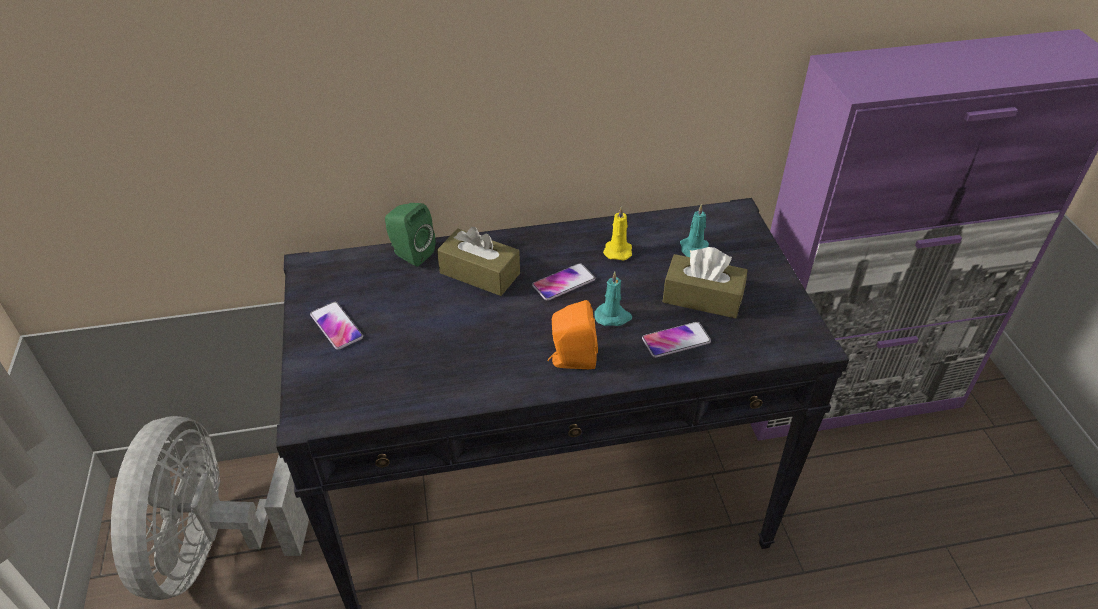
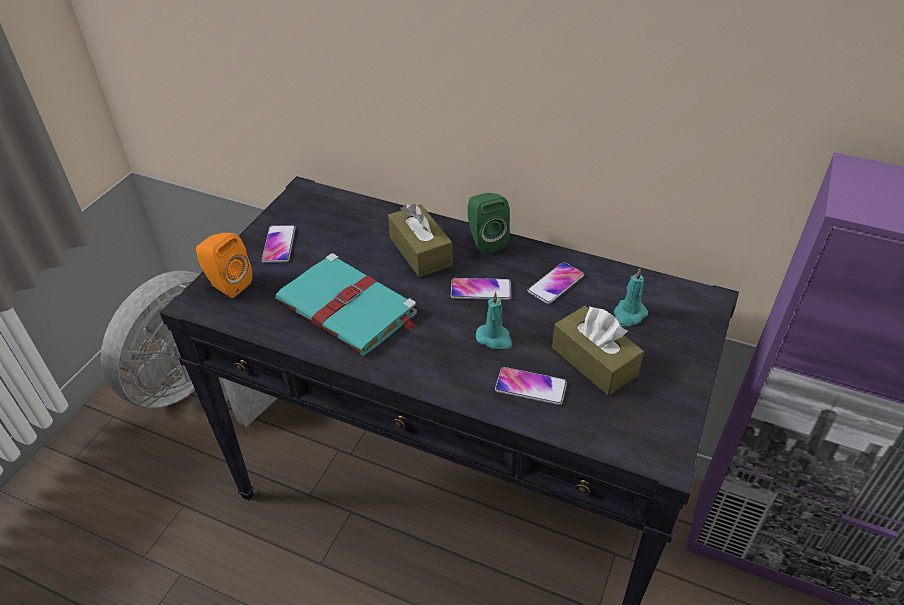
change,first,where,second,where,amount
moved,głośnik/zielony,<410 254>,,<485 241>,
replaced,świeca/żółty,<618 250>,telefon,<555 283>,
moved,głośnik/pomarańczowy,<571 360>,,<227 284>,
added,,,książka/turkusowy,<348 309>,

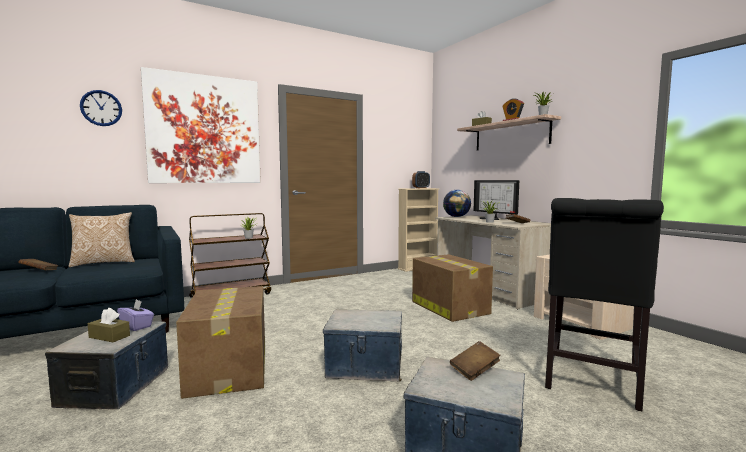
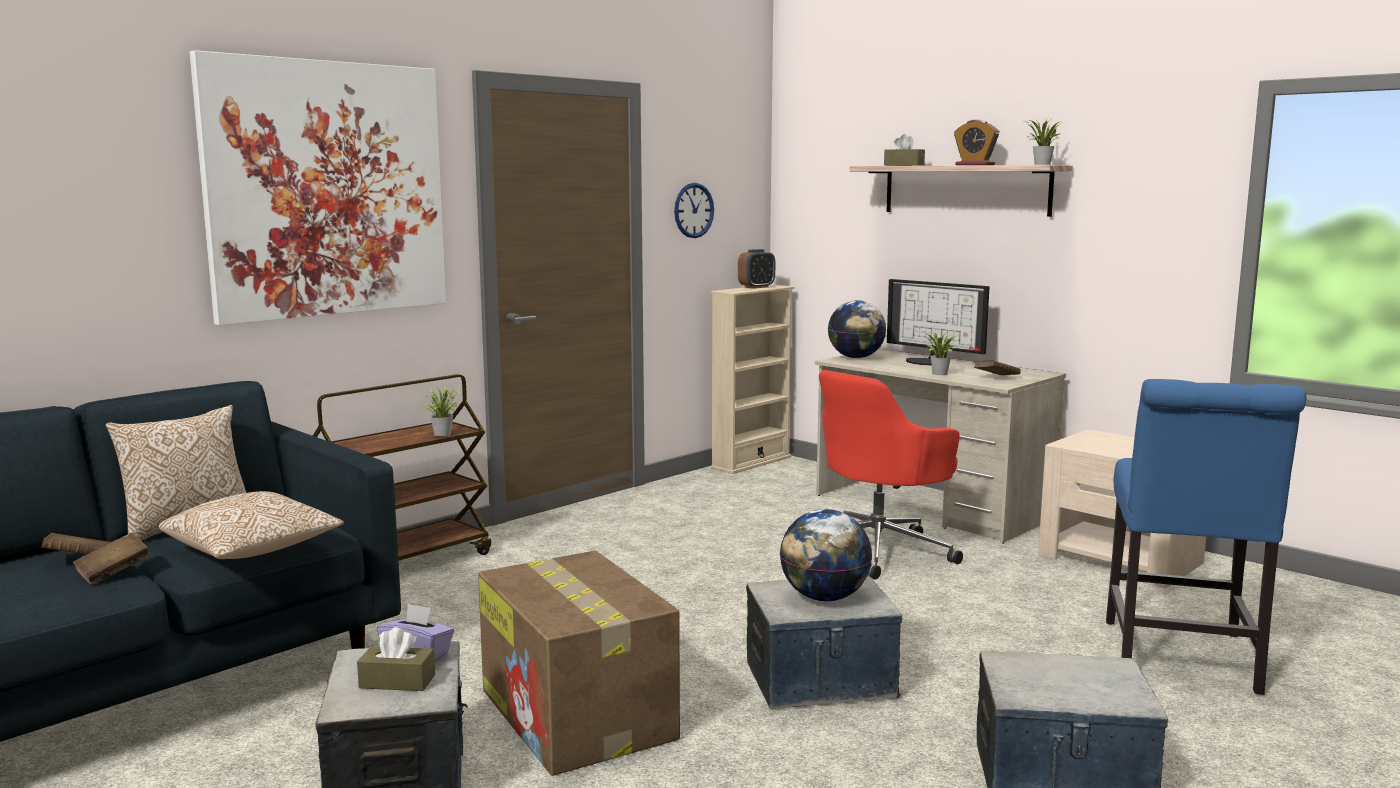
change,first,where,second,where,amount
moved,zegar ścienny,<101 108>,,<693 210>,
recoloured,krzesło/czarny,<591 381>,krzesło/niebieski,<1180 660>,
replaced,karton,<449 307>,krzesło biurowe/czerwony,<879 550>,
moved,książka/brązowy,<474 371>,,<113 574>,
added,,,poduszka,<252 550>,
added,,,globus,<824 598>,

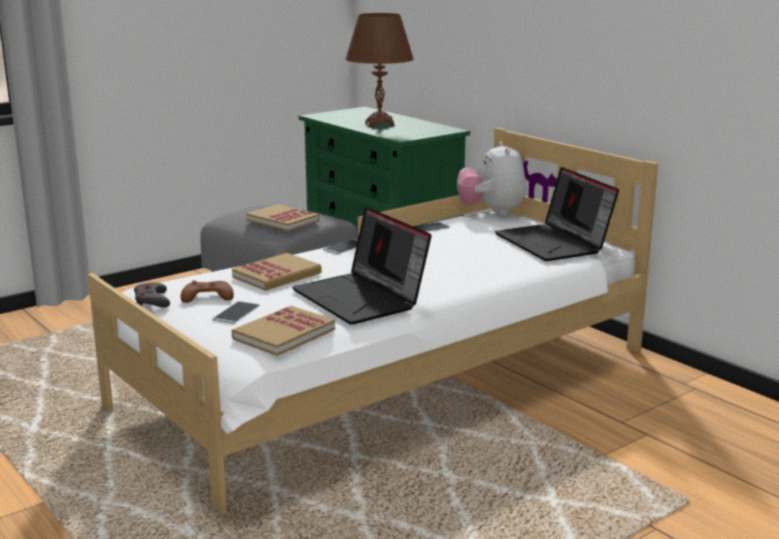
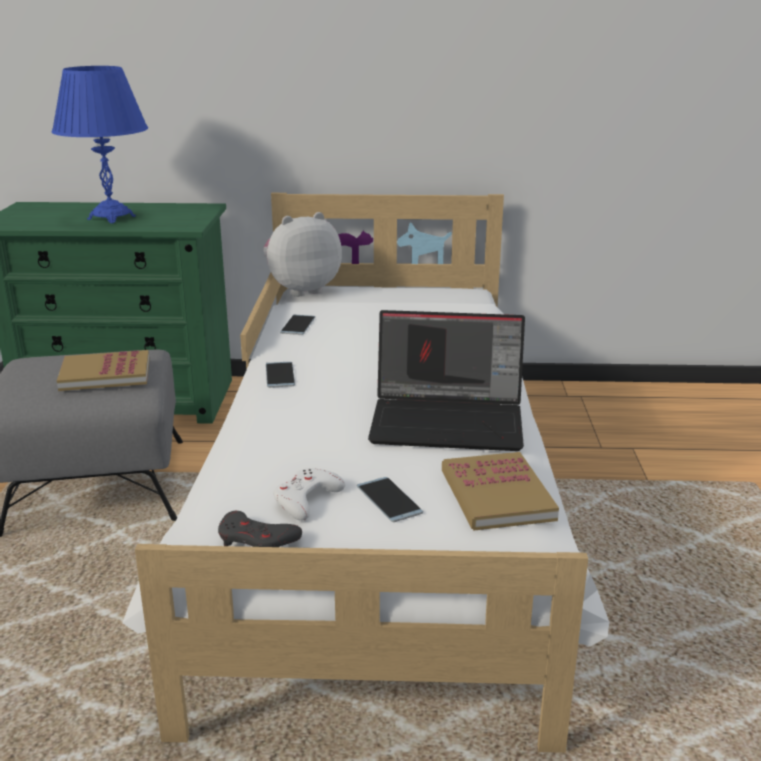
change,first,where,second,where,amount
recoloured,lampa stołowa/brązowy,<380 124>,lampa stołowa/niebieski,<111 218>,
turned,pluszak,<491 212>,,<301 290>,120 degrees clockwise
removed,laptop,<554 243>,,,
removed,książka,<277 275>,,,
recoloured,pad do gier/brązowy,<207 297>,pad do gier/biały,<306 499>,

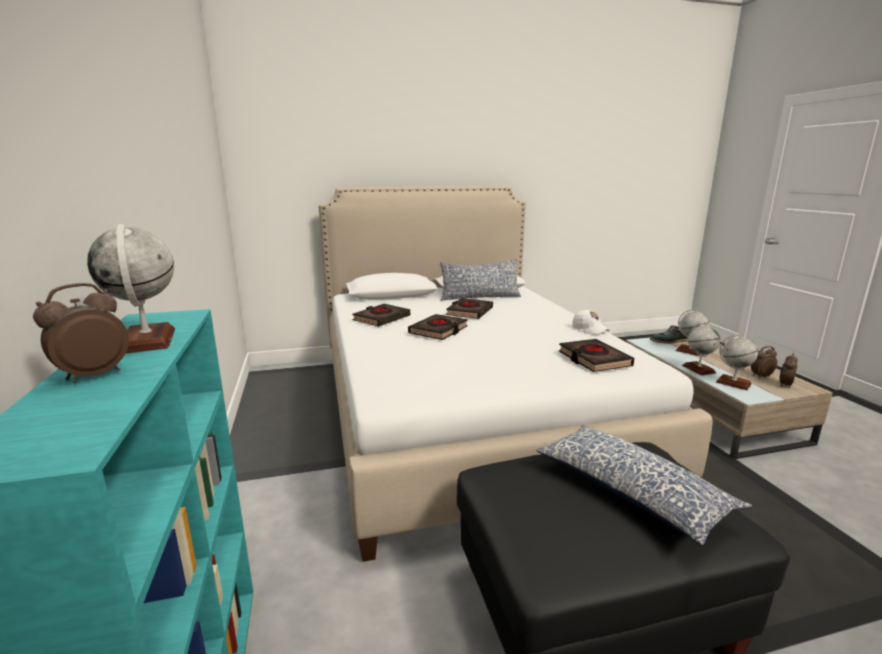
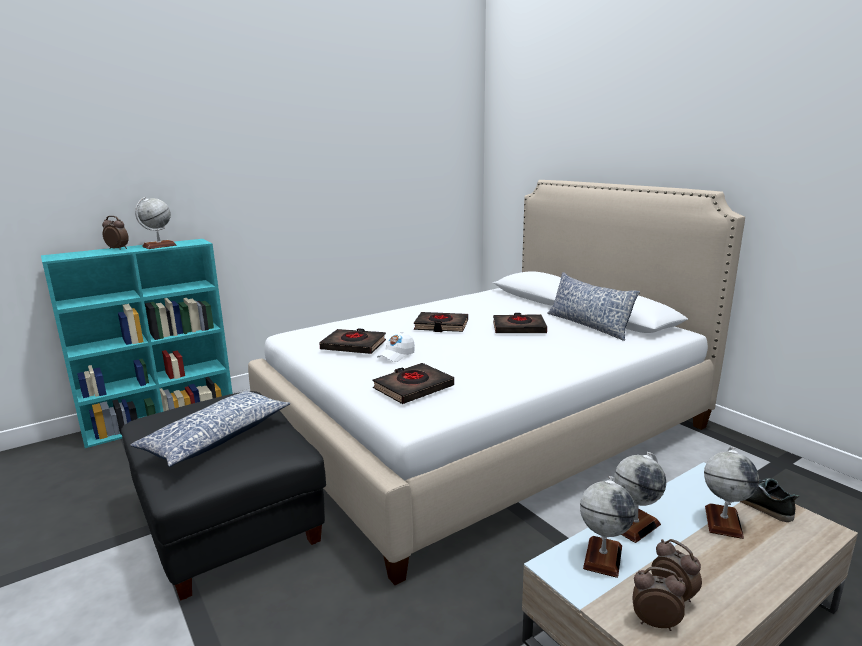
change,first,where,second,where,amount
moved,książka/czarny,<381 319>,,<354 345>,
moved,czapka z daszkiem/biały,<590 330>,,<396 355>,

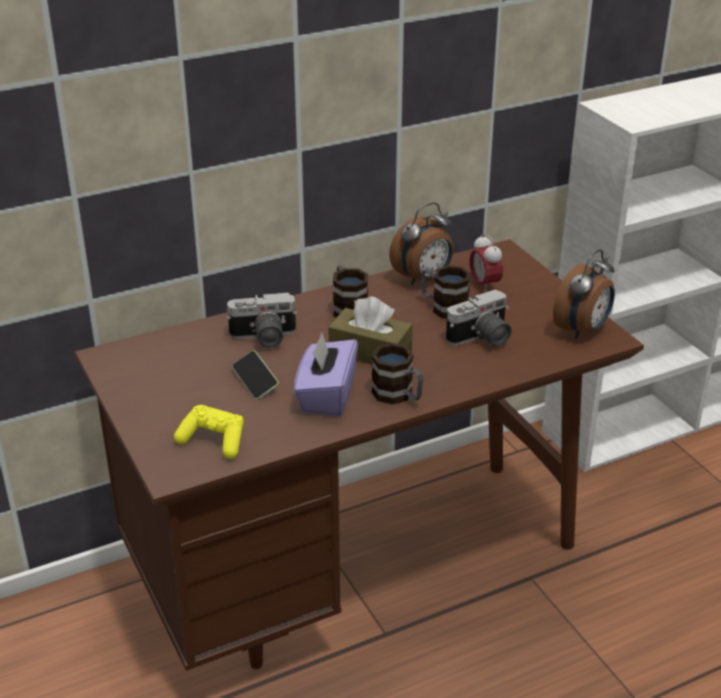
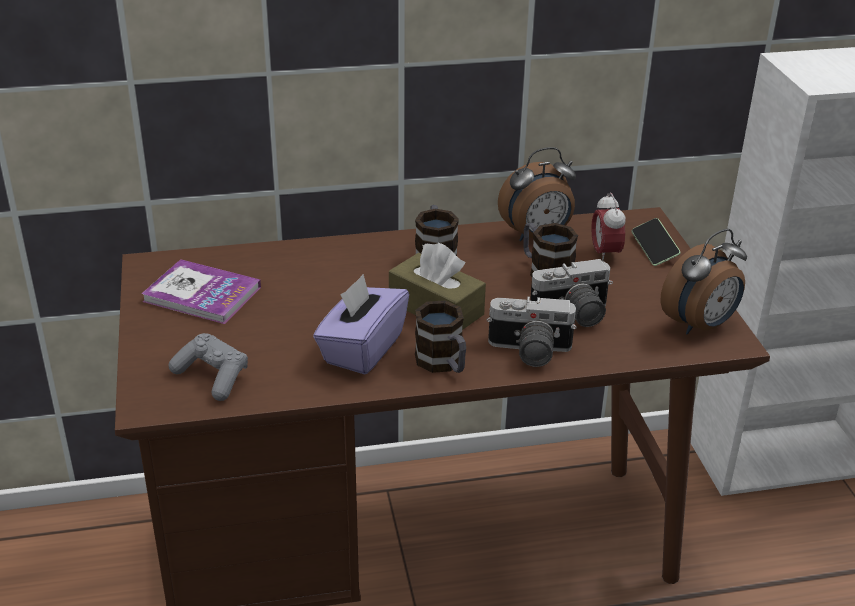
change,first,where,second,where,amount
moved,aparat fotograficzny,<263 338>,,<529 352>,
moved,telefon,<255 382>,,<654 249>,
recoloured,pad do gier/żółty,<214 441>,pad do gier/szary,<212 377>,
added,,,książka,<202 294>,

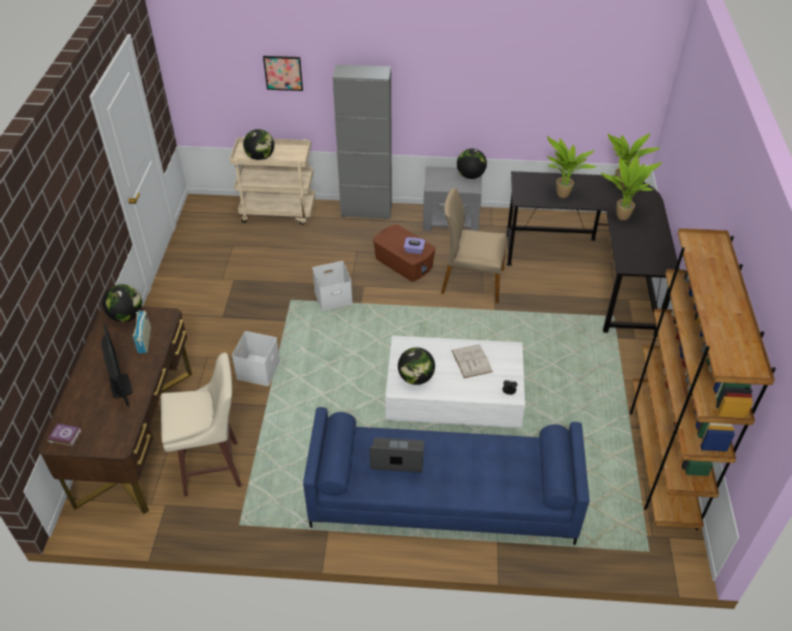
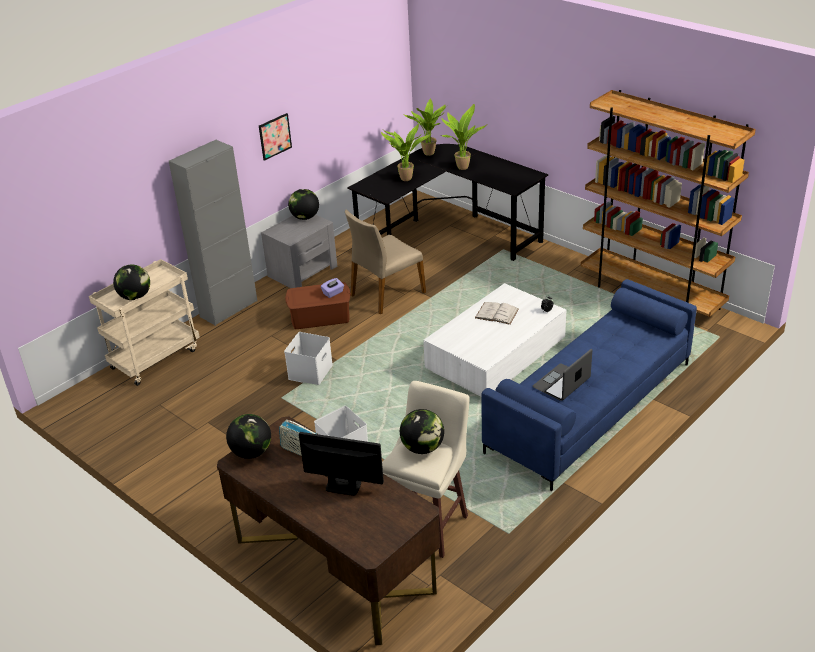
change,first,where,second,where,amount
moved,obraz,<283 73>,,<275 136>,
moved,globus,<416 378>,,<422 448>,
removed,książka,<64 436>,,,

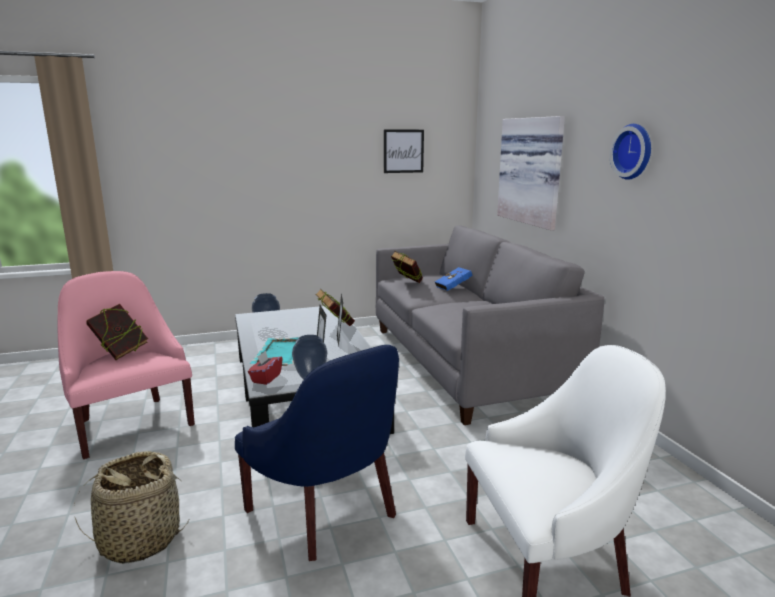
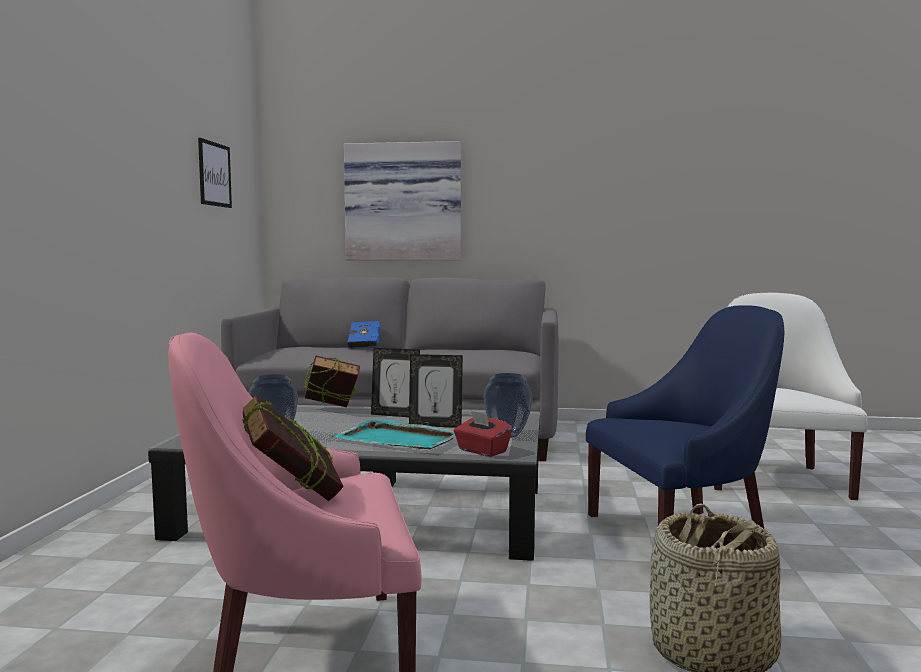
change,first,where,second,where,amount
removed,zegar ścienny,<634 151>,,,
removed,książka,<406 284>,,,

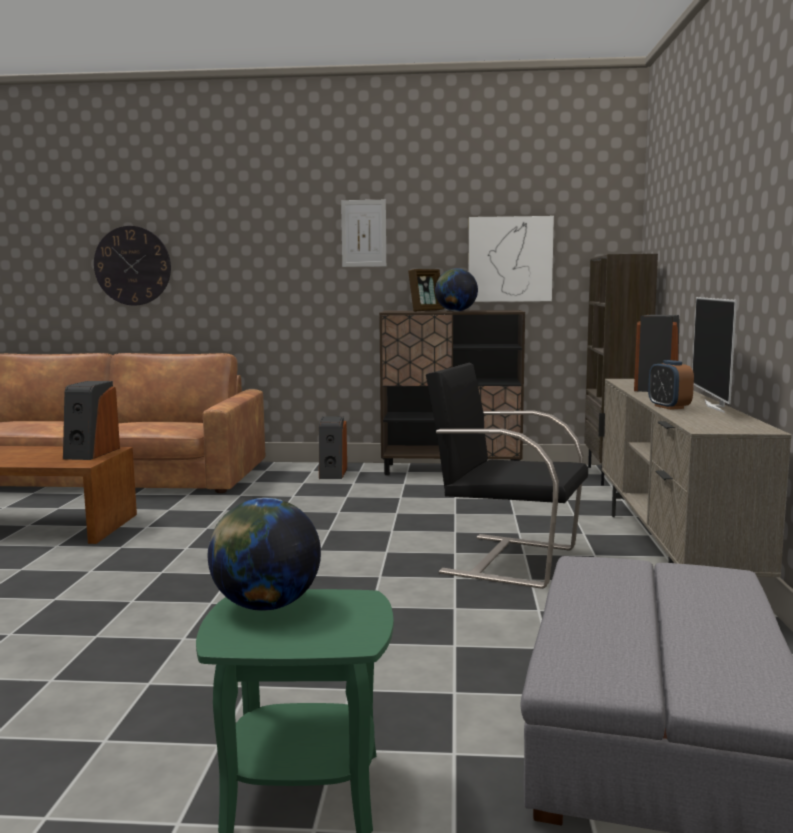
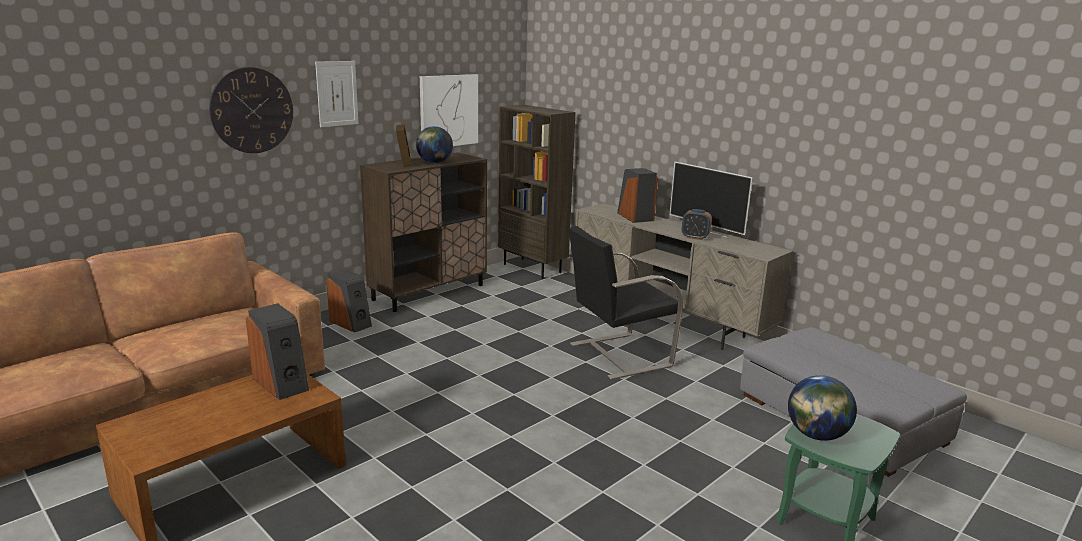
change,first,where,second,where,amount
moved,zegar ścienny,<132 266>,,<252 110>,

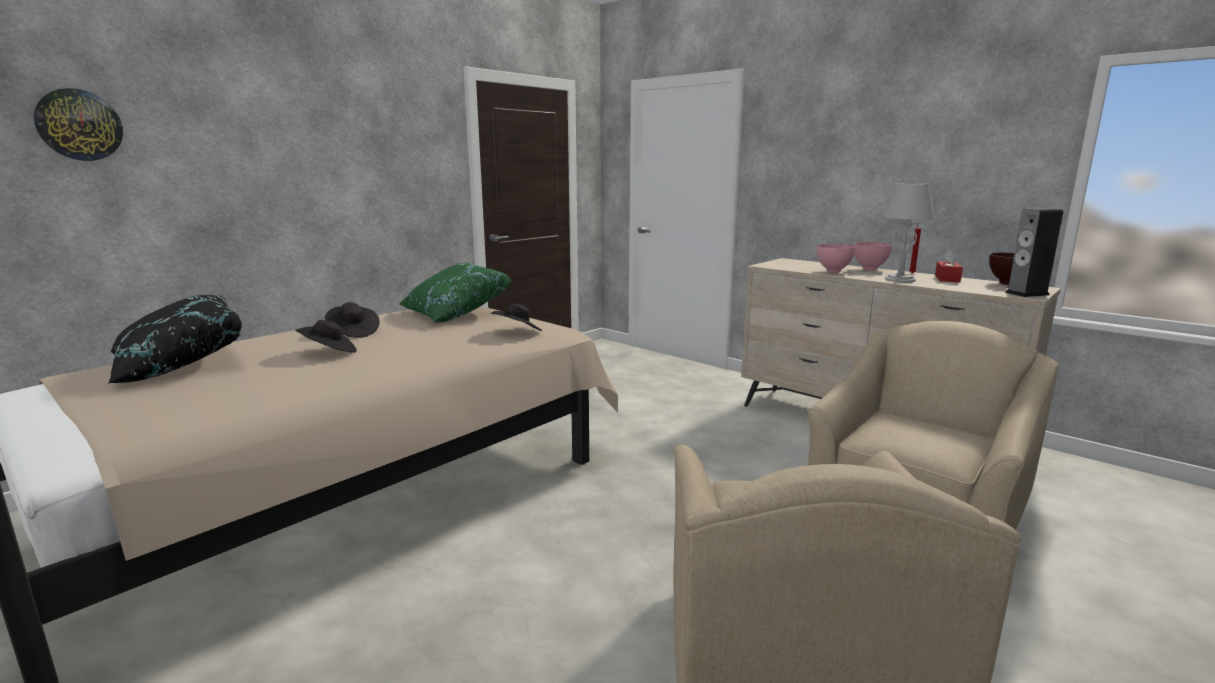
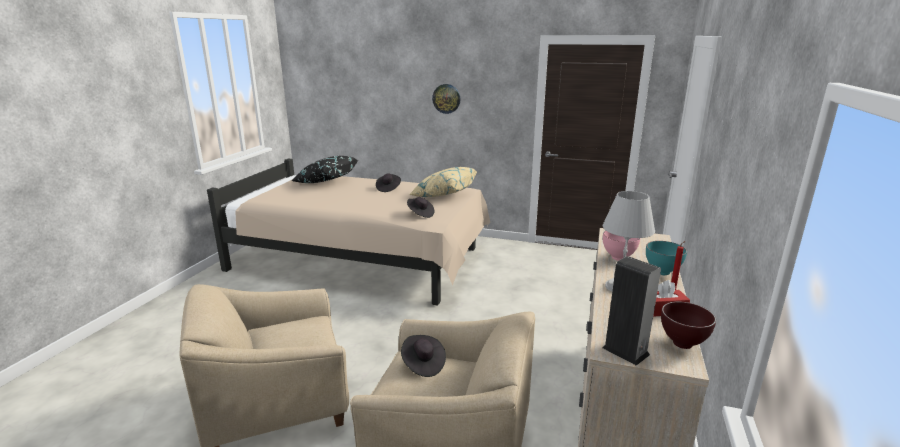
change,first,where,second,where,amount
moved,zegar ścienny,<79 125>,,<446 98>,
recoloured,miska/różowy,<869 269>,miska/turkusowy,<662 272>,
recoloured,poduszka/zielony,<454 314>,poduszka/beżowy,<443 194>,
moved,kapelusz/czarny,<329 353>,,<423 364>,

